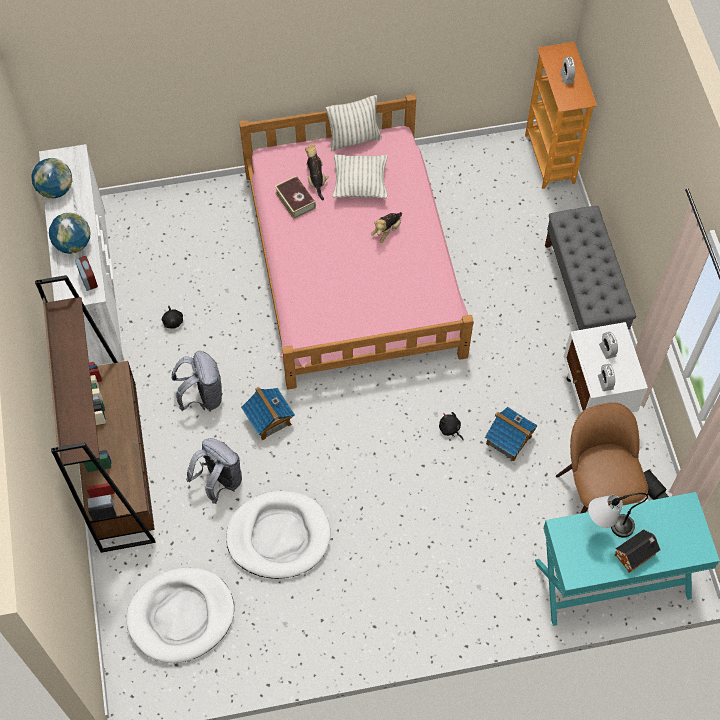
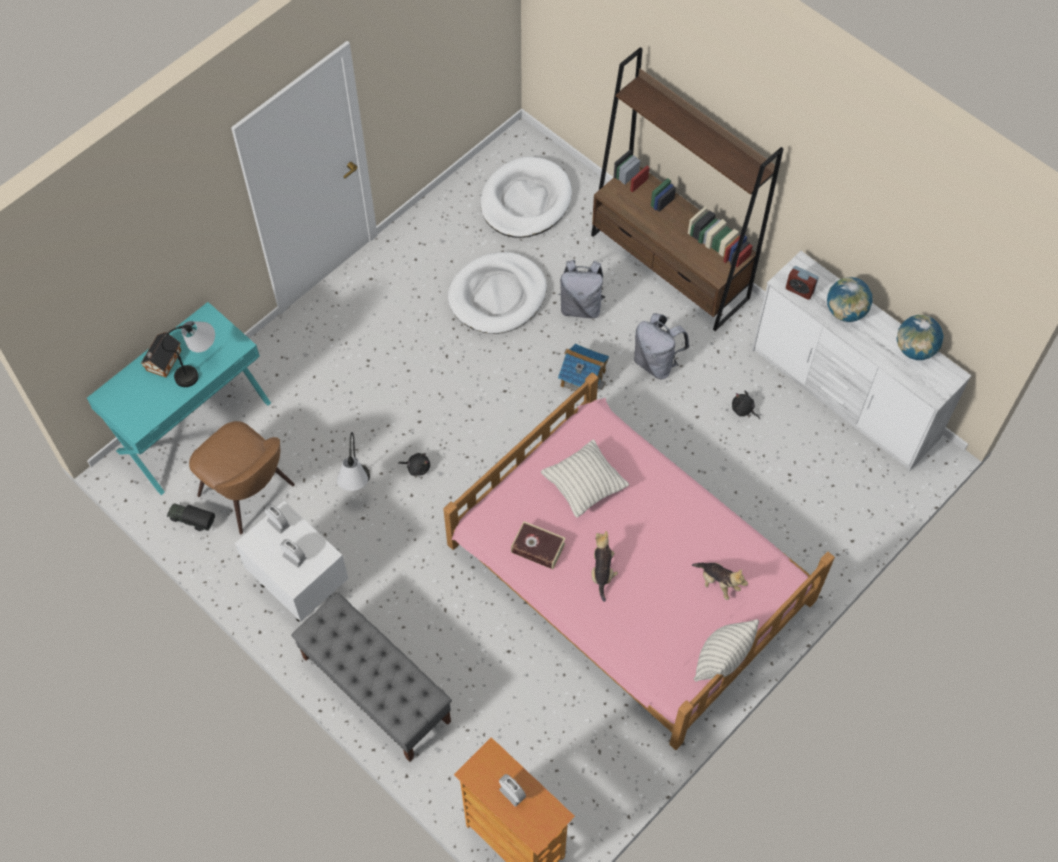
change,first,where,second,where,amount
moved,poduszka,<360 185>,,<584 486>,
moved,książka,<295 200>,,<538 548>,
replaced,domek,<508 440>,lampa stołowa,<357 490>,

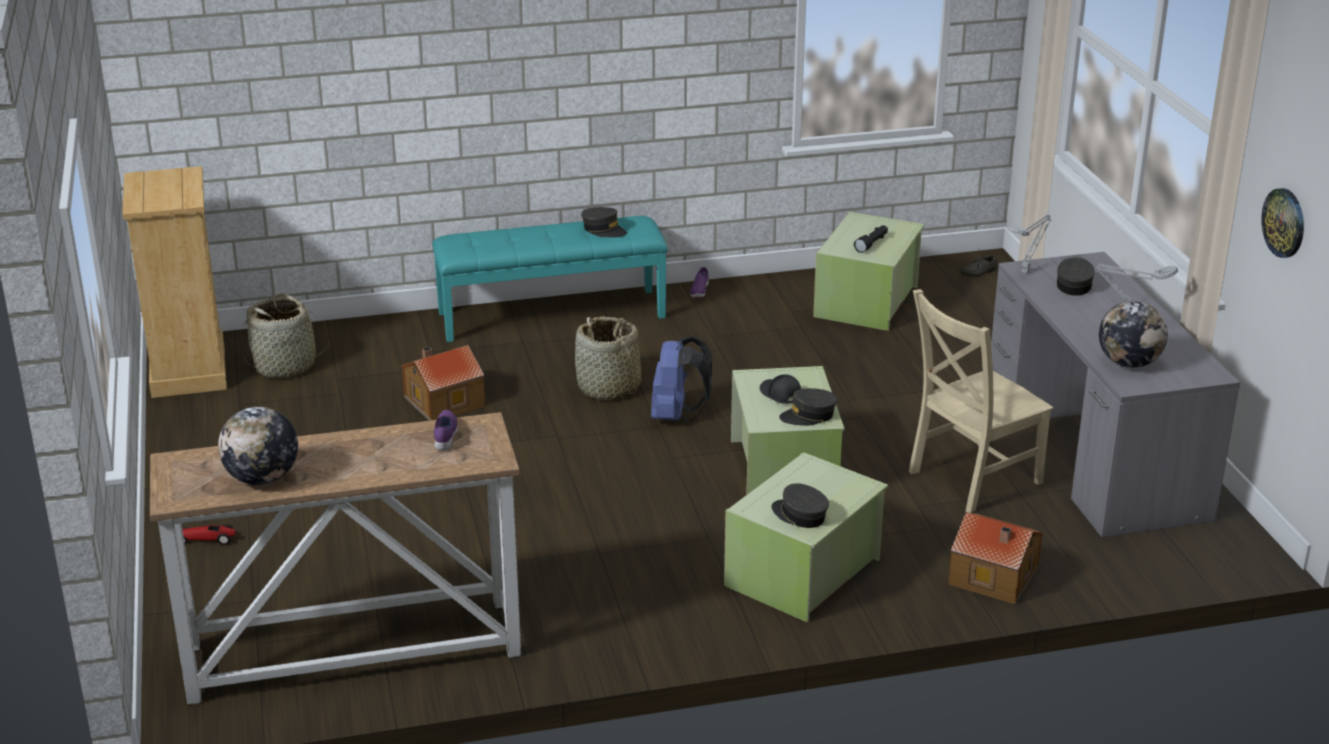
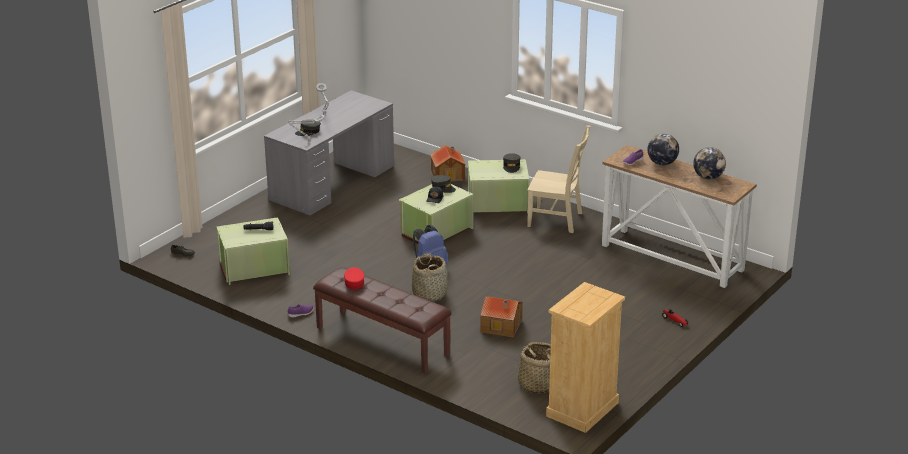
change,first,where,second,where,amount
removed,zegar ścienny,<1284 222>,,,
recoloured,czapka z daszkiem/szary,<603 230>,czapka z daszkiem/czerwony,<354 283>,
recoloured,ławka/turkusowy,<552 314>,ławka/brązowy,<381 341>,
moved,krzesło/beżowy,<970 479>,,<557 220>,
moved,globus,<1128 363>,,<662 163>,

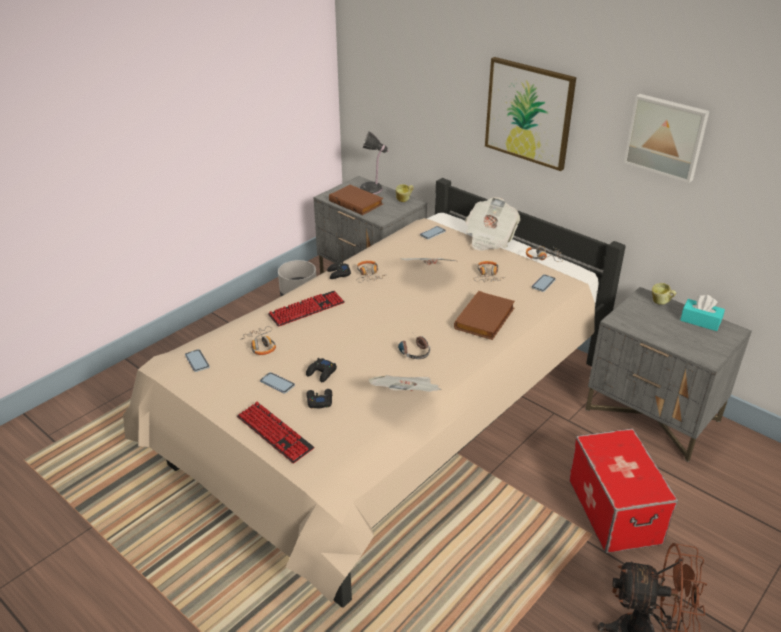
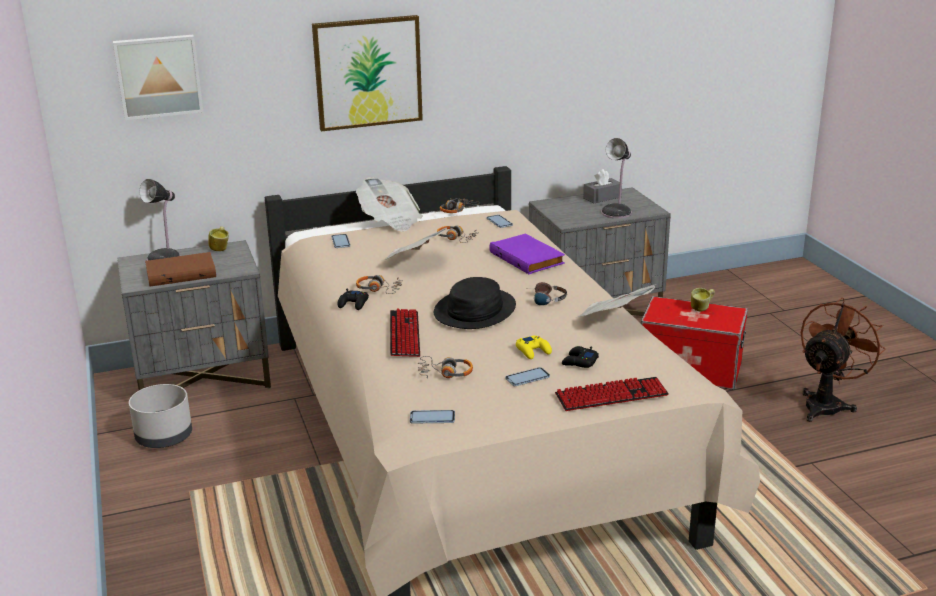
change,first,where,second,where,amount
moved,obraz,<666 136>,,<158 76>,
moved,kubek,<661 303>,,<702 309>,
recoloured,książka/brązowy,<486 319>,książka/fioletowy,<528 258>,
recoloured,pudełko chusteczek/turkusowy,<700 321>,pudełko chusteczek/szary,<602 197>,
recoloured,pad do gier/czarny,<321 373>,pad do gier/żółty,<533 351>,
added,,,lampa stołowa,<617 212>,
added,,,kapelusz/czarny,<475 310>,

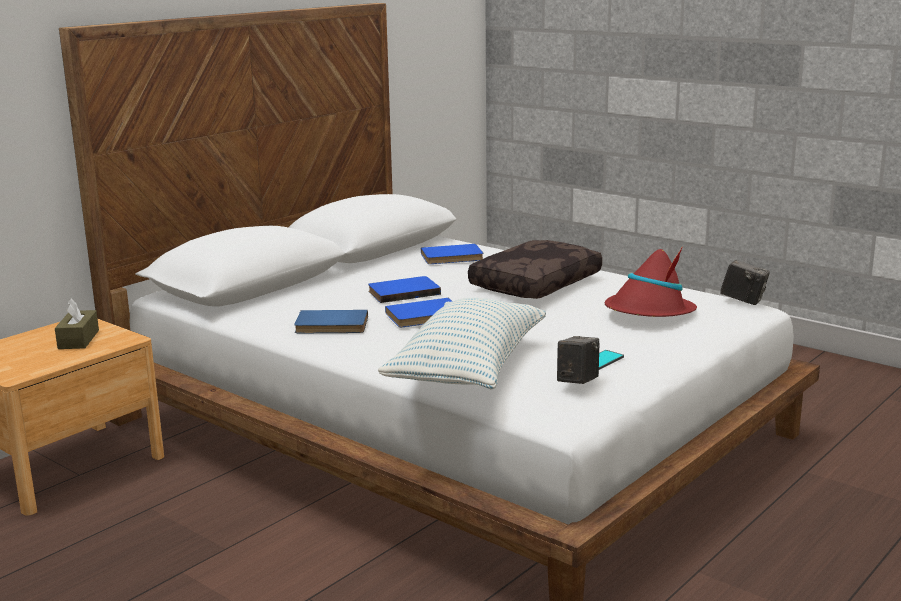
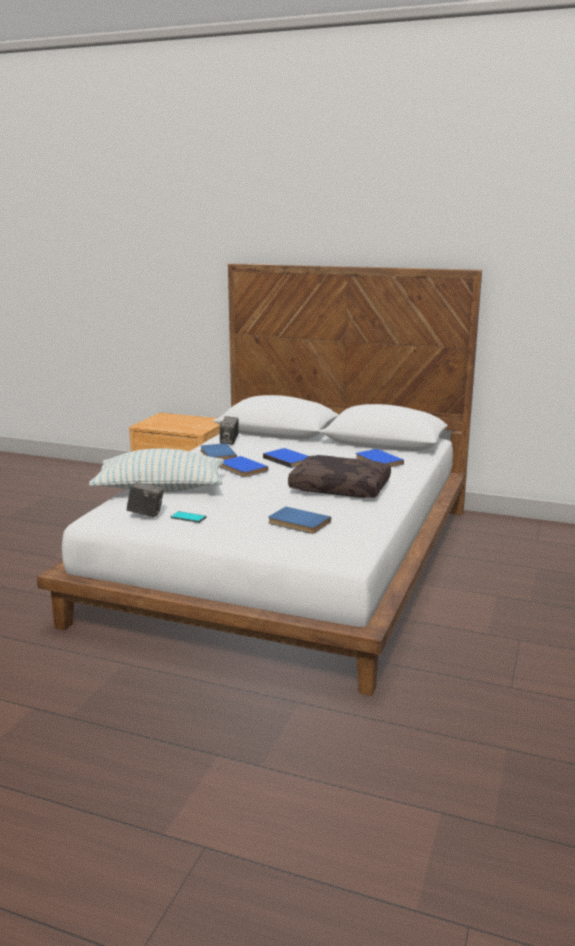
change,first,where,second,where,amount
replaced,kapelusz/czerwony,<649 313>,książka/niebieski,<298 523>,
moved,aparat fotograficzny,<743 301>,,<229 442>,
removed,pudełko chusteczek/brązowy,<78 339>,,,

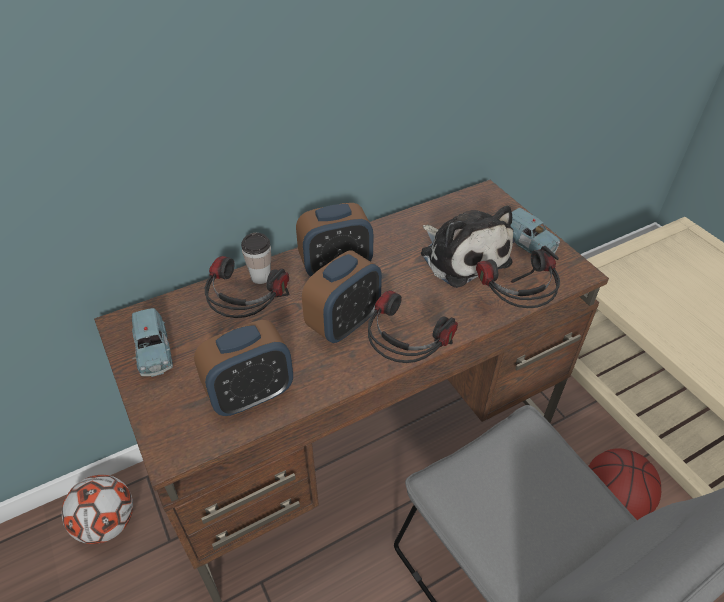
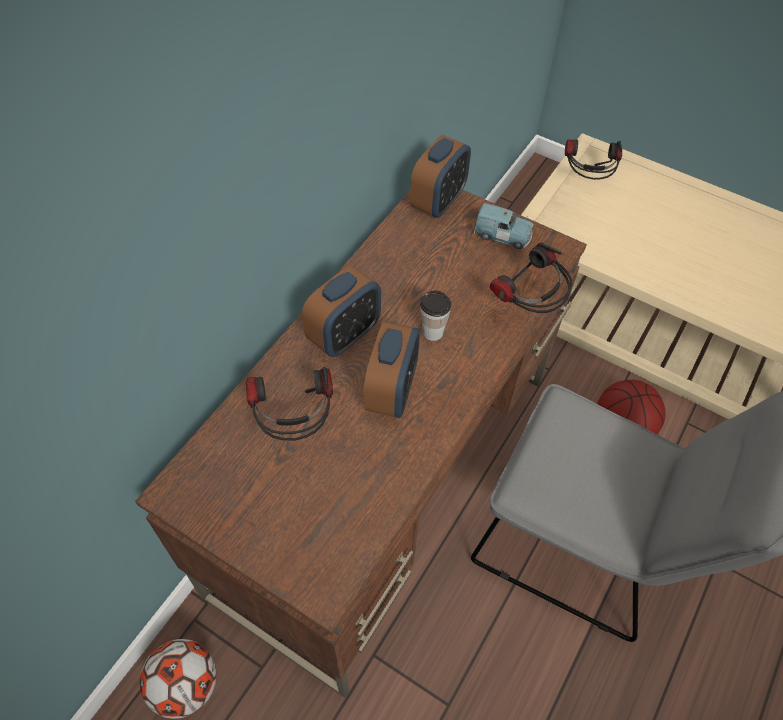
change,first,where,second,where,amount
removed,pluszak,<462 255>,,,
moved,filiżanka,<261 277>,,<432 332>,
moved,słuchawki,<404 357>,,<586 181>,
removed,samochodzik/niebieski,<154 353>,,,
moved,budzik,<251 394>,,<438 202>,

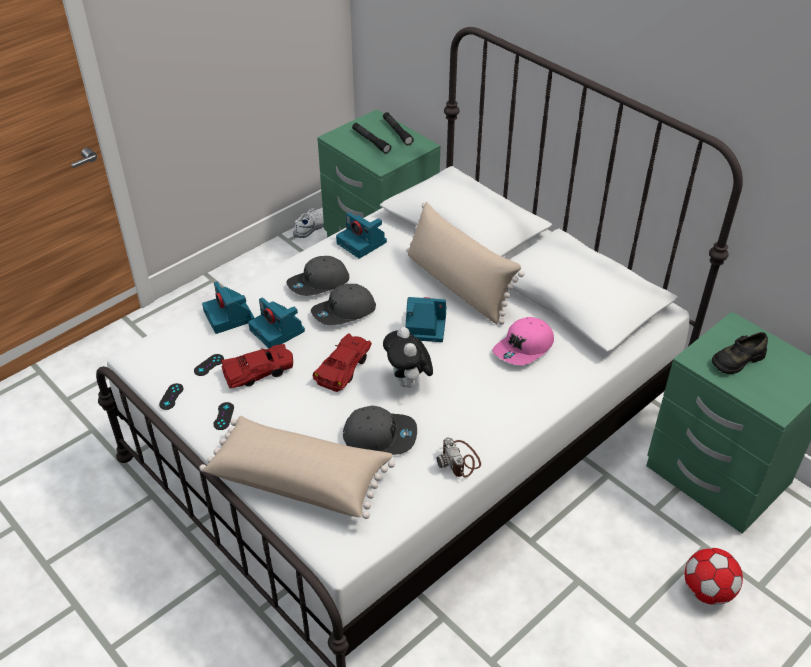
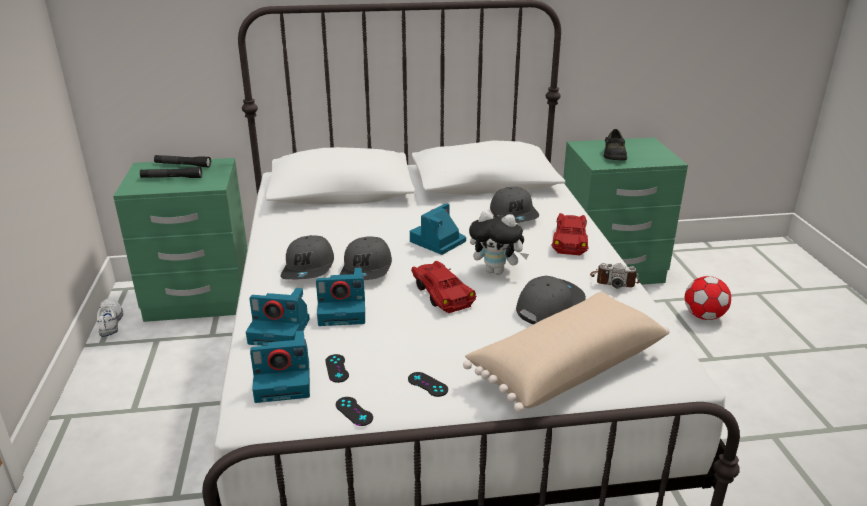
change,first,where,second,where,amount
removed,poduszka/beżowy,<458 285>,,,
moved,aparat fotograficzny,<362 243>,,<284 381>,
recoloured,czapka z daszkiem/różowy,<524 348>,czapka z daszkiem/szary,<514 215>,
moved,samochodzik/czerwony,<259 372>,,<570 240>,

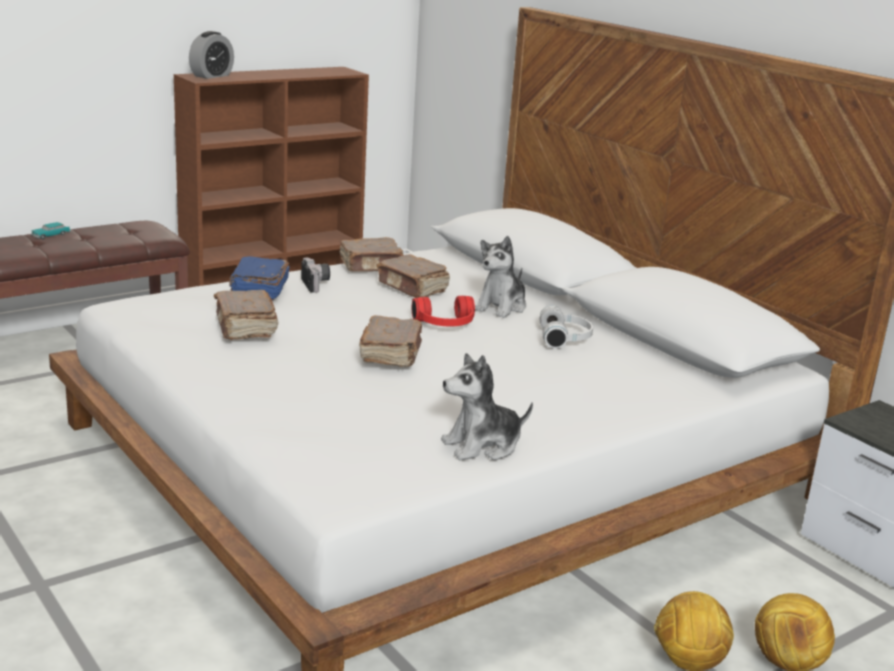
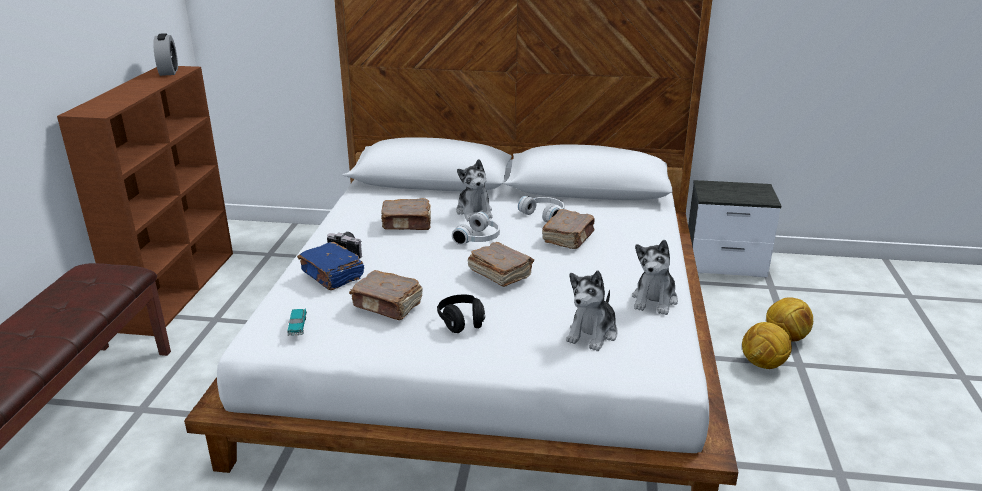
change,first,where,second,where,amount
moved,budzik,<212 76>,,<169 72>,
moved,samochodzik,<51 235>,,<297 326>,
moved,książka/brązowy,<372 267>,,<569 238>,
recoloured,słuchawki/czerwony,<445 324>,słuchawki/biały,<479 238>,
added,,,pluszak,<592 334>,
added,,,słuchawki/czarny,<461 323>,

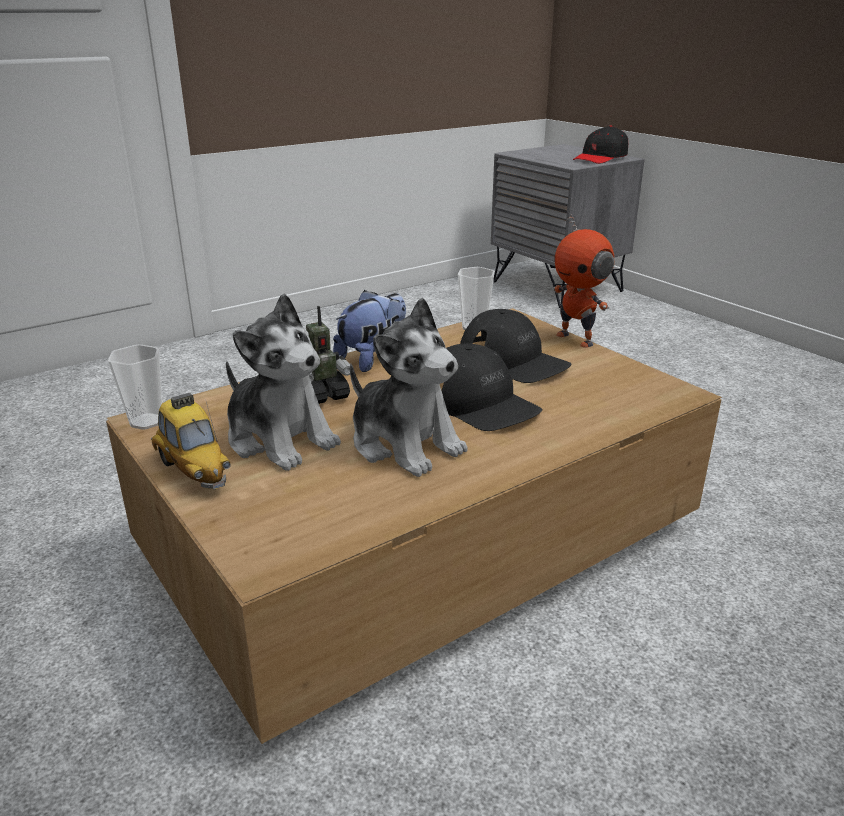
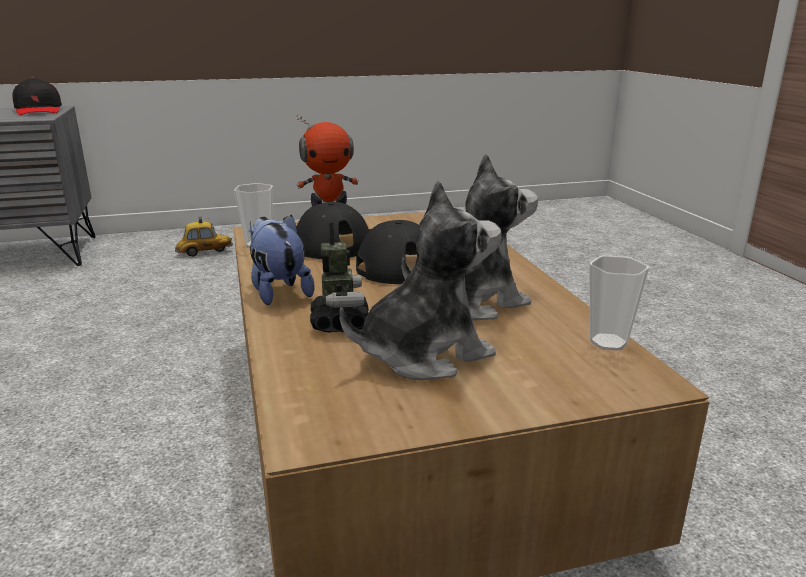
change,first,where,second,where,amount
moved,filiżanka,<146 422>,,<608 342>,
moved,samochodzik,<194 470>,,<204 252>,

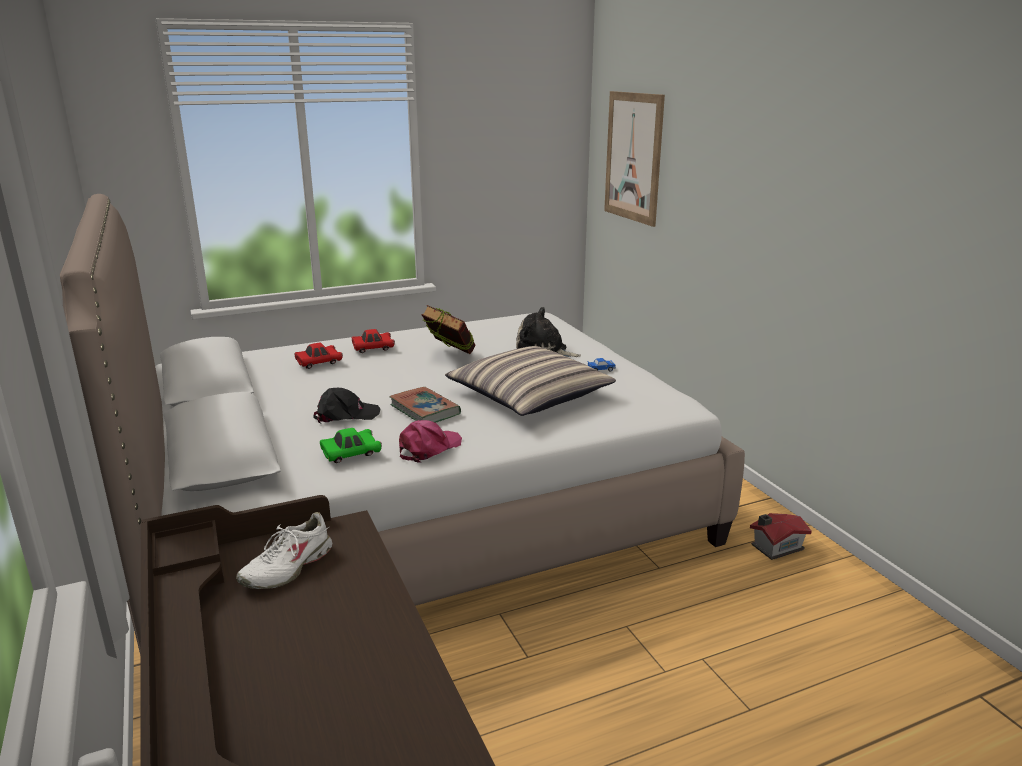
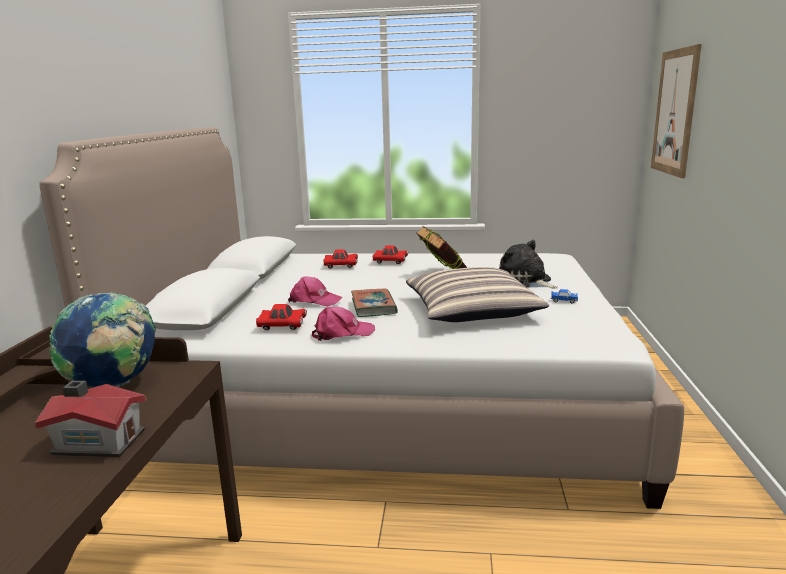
change,first,where,second,where,amount
recoloured,czapka z daszkiem/czarny,<346 415>,czapka z daszkiem/różowy,<314 300>,
recoloured,samochodzik/zielony,<351 455>,samochodzik/czerwony,<282 326>,
replaced,but/biały,<287 567>,globus,<114 385>,
moved,domek,<775 547>,,<98 441>,

